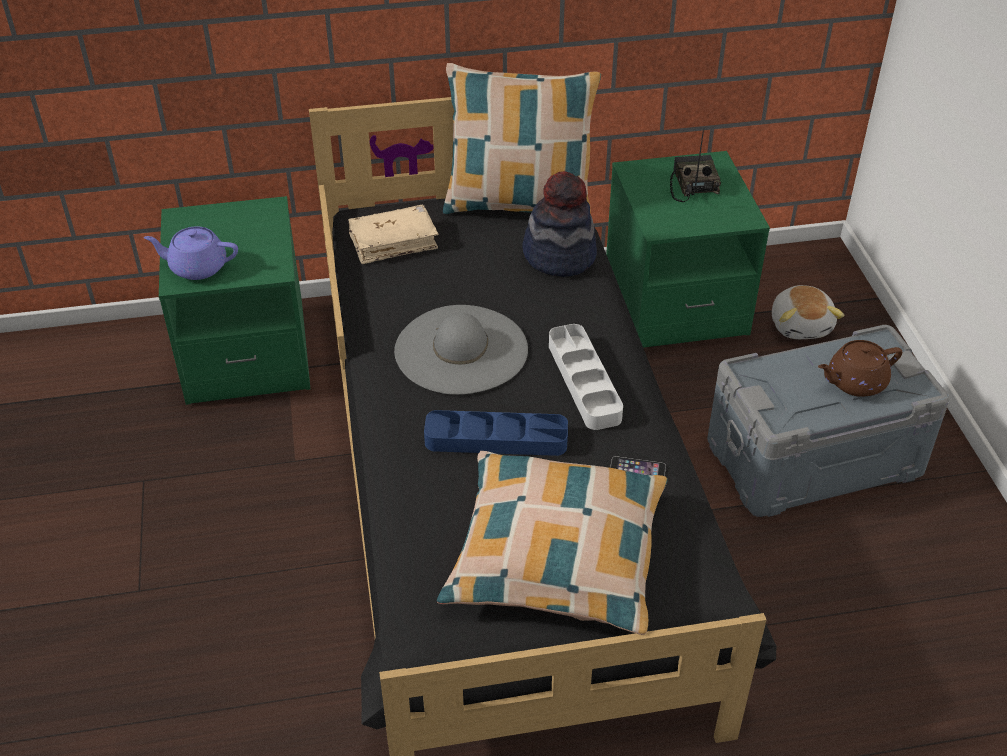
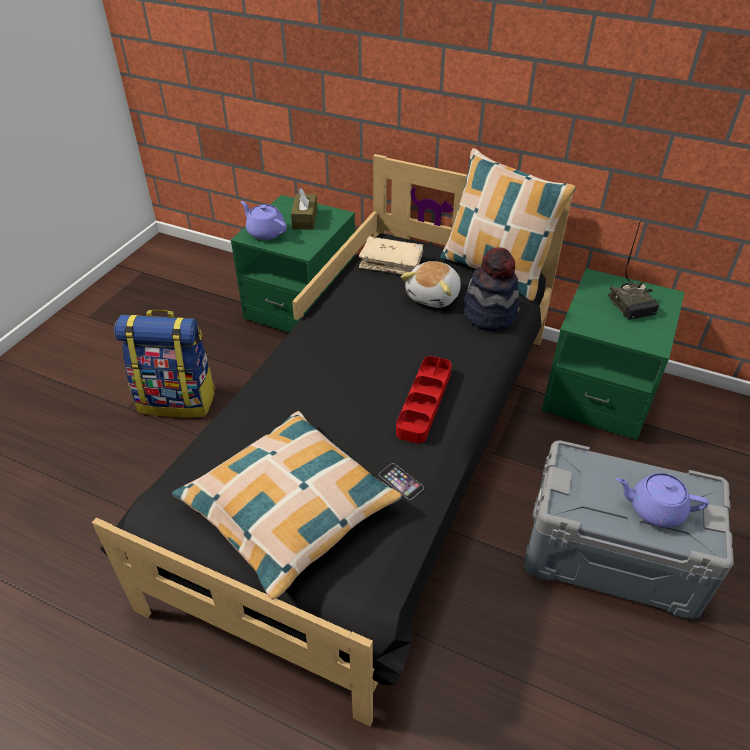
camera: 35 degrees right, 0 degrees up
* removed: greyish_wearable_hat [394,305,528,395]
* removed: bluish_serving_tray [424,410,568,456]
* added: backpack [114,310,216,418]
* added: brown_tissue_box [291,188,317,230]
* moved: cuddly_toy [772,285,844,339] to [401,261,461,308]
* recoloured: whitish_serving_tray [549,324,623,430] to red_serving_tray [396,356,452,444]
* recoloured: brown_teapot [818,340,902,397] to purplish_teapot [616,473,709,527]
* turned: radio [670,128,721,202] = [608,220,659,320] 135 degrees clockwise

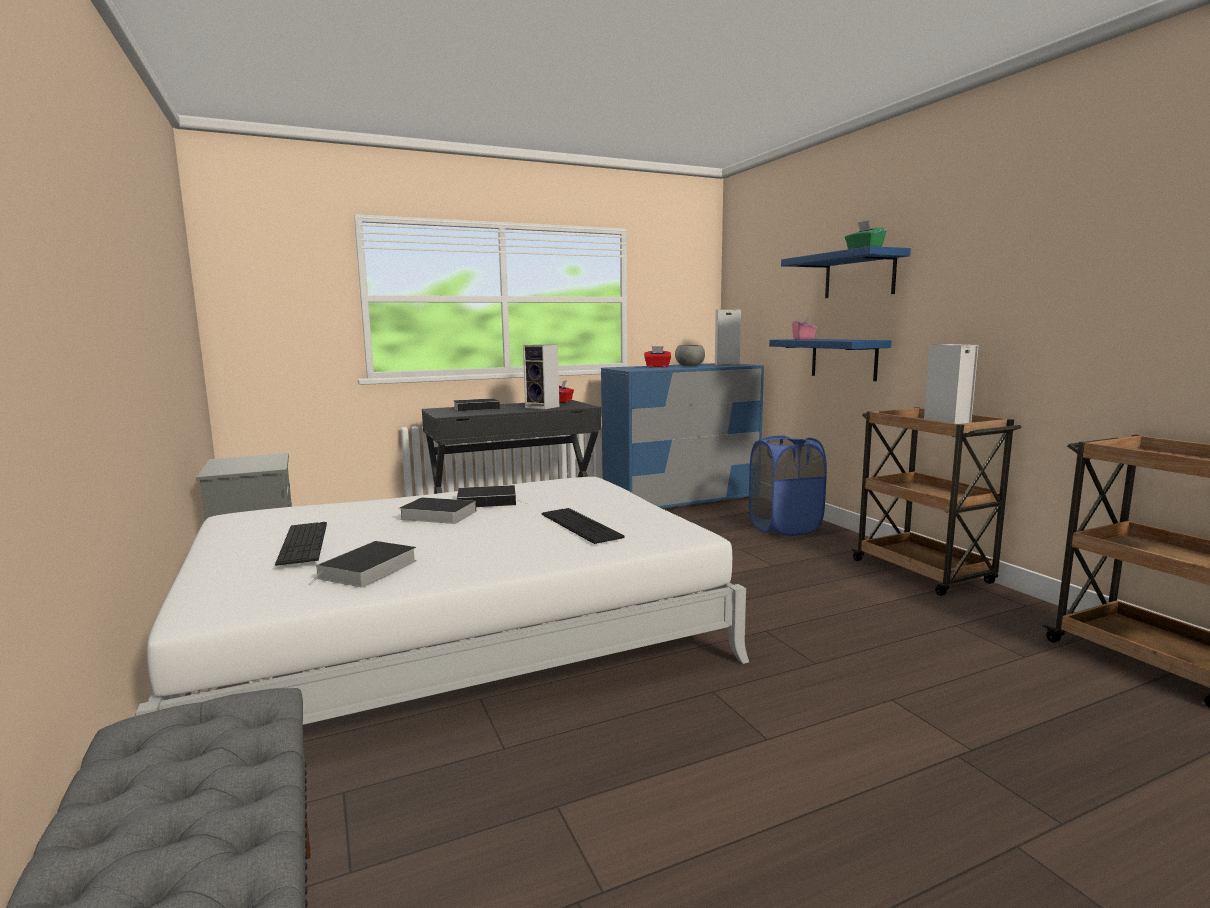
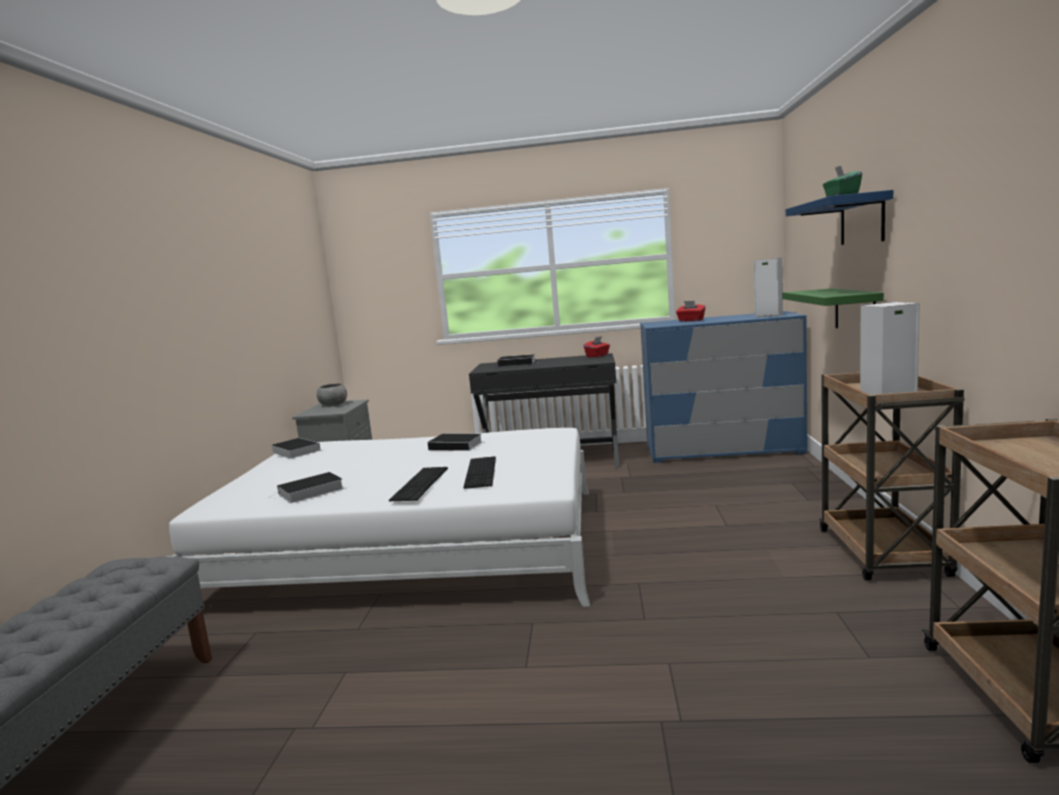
camera: 30 degrees right, 0 degrees up
* removed: loudspeaker [523,345,559,409]
* removed: bluish_hamper [749,435,827,536]
* removed: pinkish_tissue_box [792,316,817,340]
* moved: keyboard [275,522,327,566] to [389,467,448,501]
* moved: volume [399,497,476,524] to [271,438,320,459]
* moved: greyish_bowl [675,345,705,366] to [317,383,347,407]
* recoloured: bluish_shelf [769,339,891,381] to green-coloured_shelf [782,288,884,328]

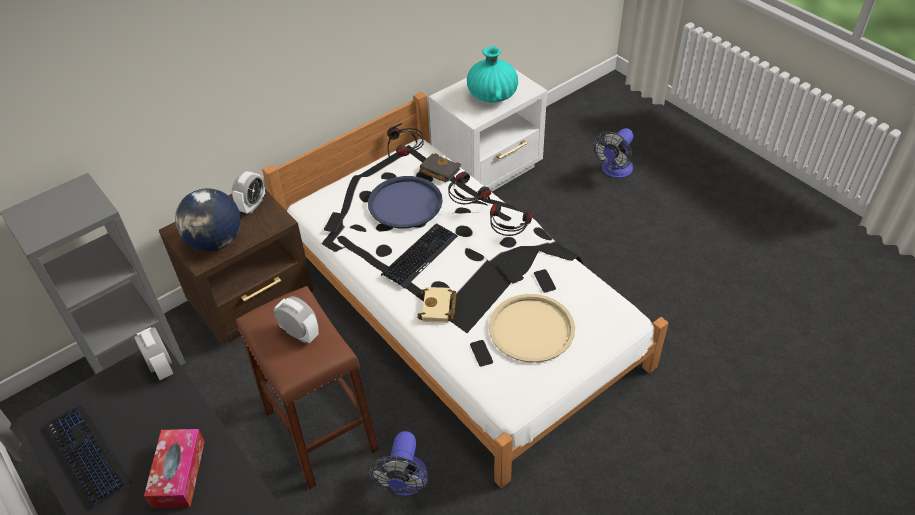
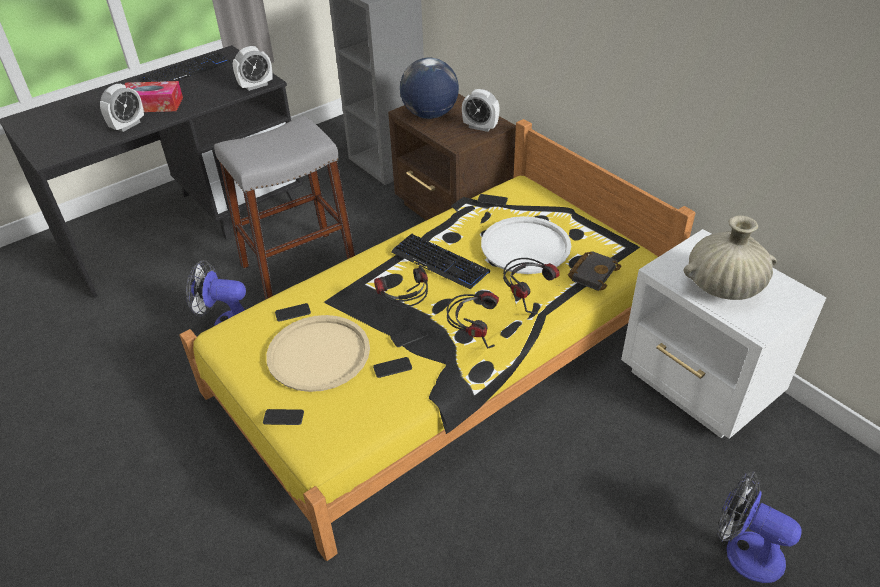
camera: 90 degrees right, 5 degrees down
* removed: beige-coloured_volume [417,287,456,323]
* added: phone [263,409,304,425]
* moved: bedside_clock [274,296,319,344] to [100,84,144,132]
* moved: headphones [387,123,424,157] to [374,265,428,307]
* recoloured: brown_stool [236,286,379,489] to greyish_stool [214,116,355,300]
* recoloured: whitish_bedroom_bed [262,92,669,488] to yellow-coloured_bedroom_bed [179,119,695,561]
* recoloured: bluish_serving_tray [368,176,443,228] to whitish_serving_tray [481,216,571,274]
* recoloured: turquoise-coloured_flower_vase [467,46,518,103] to beige-coloured_flower_vase [683,215,777,300]

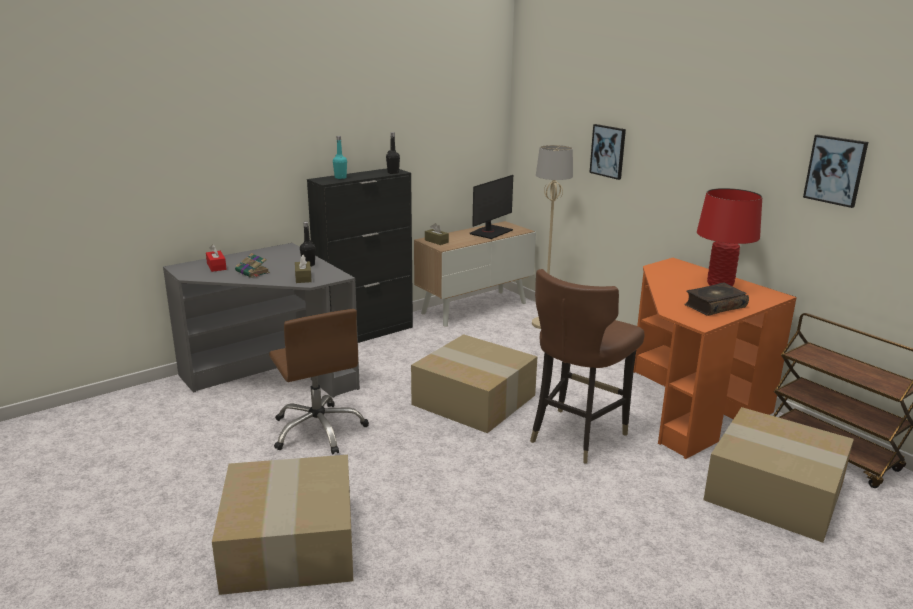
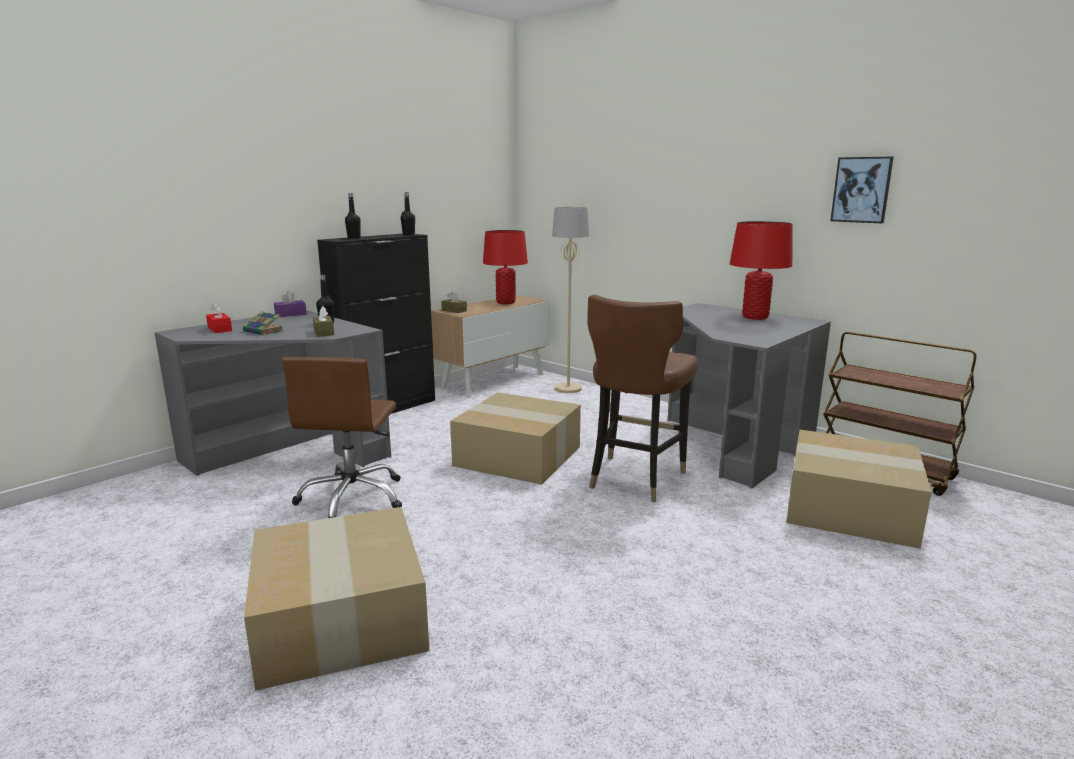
camera: 10 degrees left, 5 degrees down
* removed: picture [589,124,626,180]
* removed: volume [684,282,749,316]
* added: purplish_tissue_box [274,291,306,317]
* replaced: monitor [470,175,513,239] to red_tabletop_lamp [483,230,528,304]
* recoloured: turquoise-coloured_drink_bottle [333,136,347,179] to black_drink_bottle [345,193,361,239]
* recoloured: orangey_desk [633,258,797,459] to greyish_desk [668,303,831,488]
* turned: brown_desk_chair [269,309,369,455] = [282,357,402,518] 45 degrees clockwise

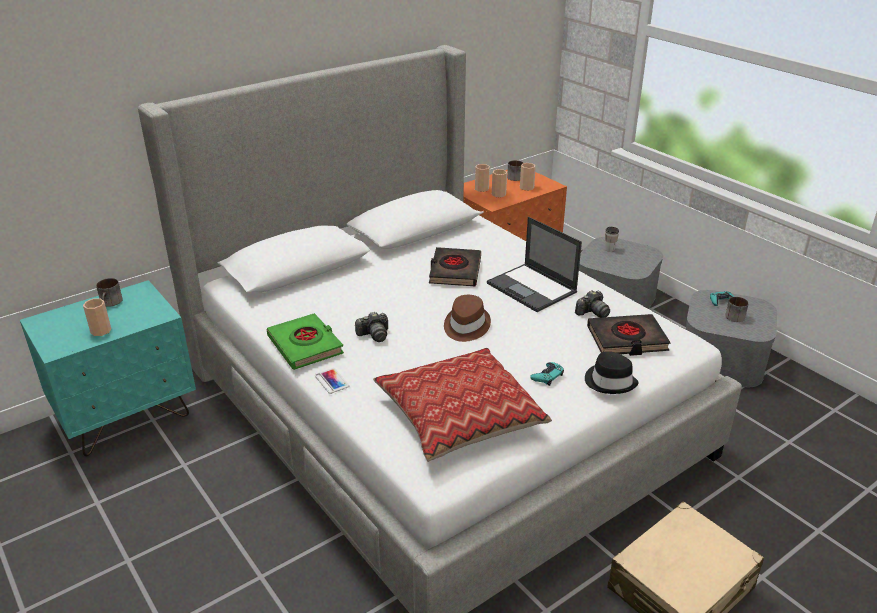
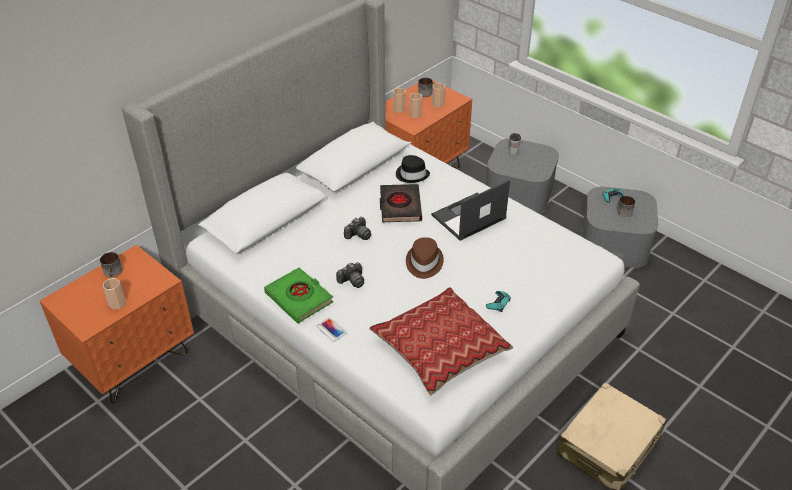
camera: 10 degrees left, 10 degrees up
* removed: black_volume [587,314,671,356]
* moved: photo_camera [575,290,610,318] to [344,217,371,240]
* moved: black_wearable_hat [585,352,639,394] to [396,155,430,183]
* recoloured: turquoise-coloured_night_table [20,280,196,456] to orangey_night_table [40,245,194,403]
* turned: laptop [487,217,582,312] = [431,180,510,241] 105 degrees clockwise

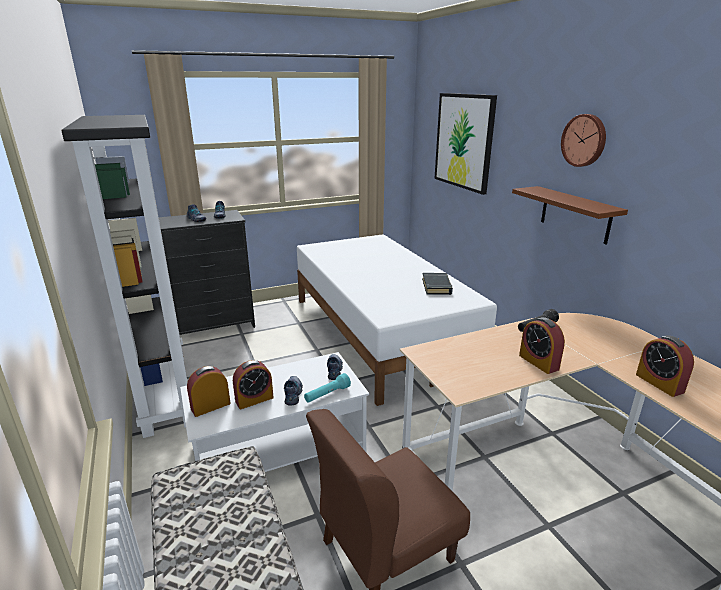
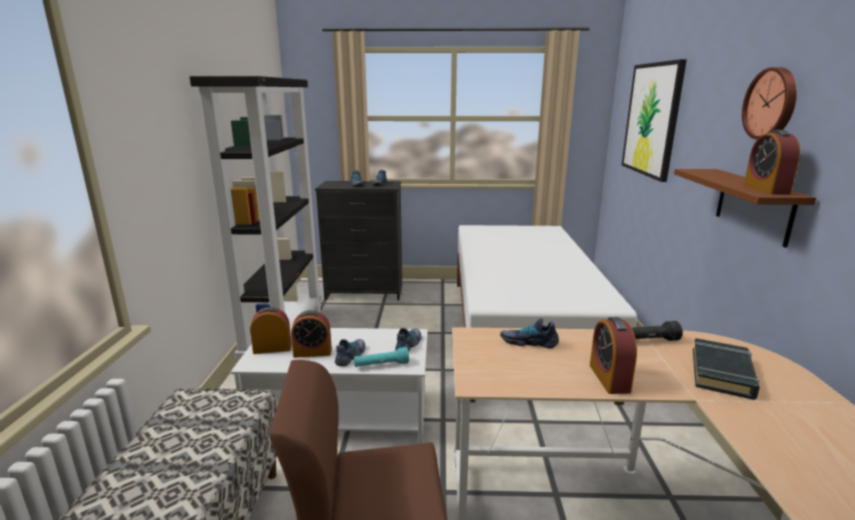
camera: 25 degrees right, 5 degrees down
* added: shoe [500,318,559,348]
* moved: black_volume [422,273,453,295] to [693,338,760,400]
* moved: bedside_clock [636,335,694,397] to [743,130,800,195]

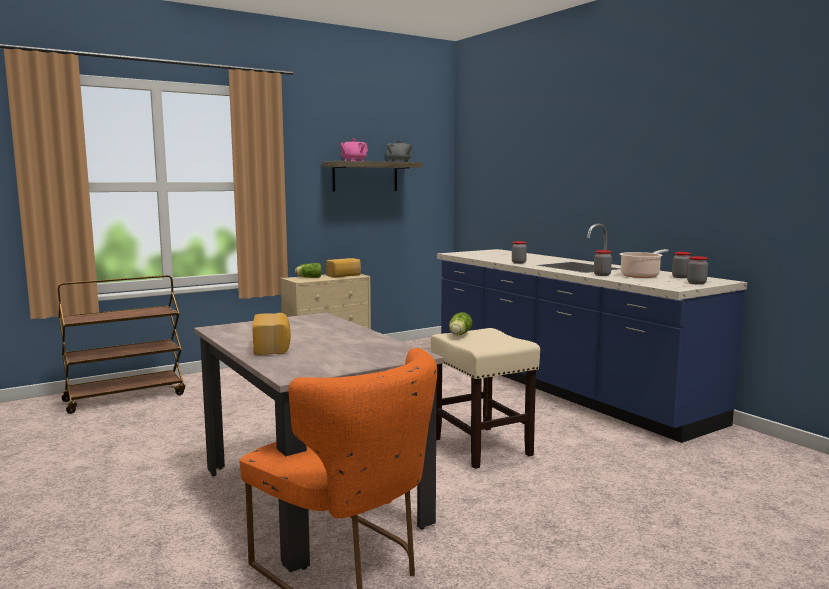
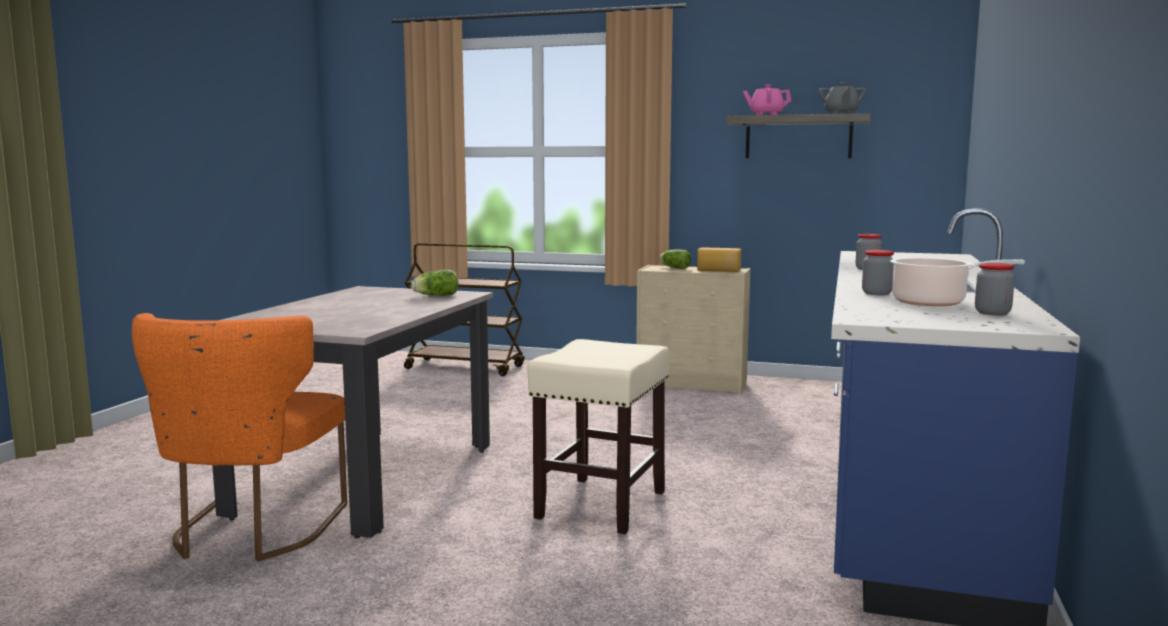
camera: 50 degrees right, 0 degrees up
* removed: bread [252,313,291,355]
* removed: jar [687,256,708,285]
* moved: lettuce_head [449,312,472,335] to [411,270,458,295]

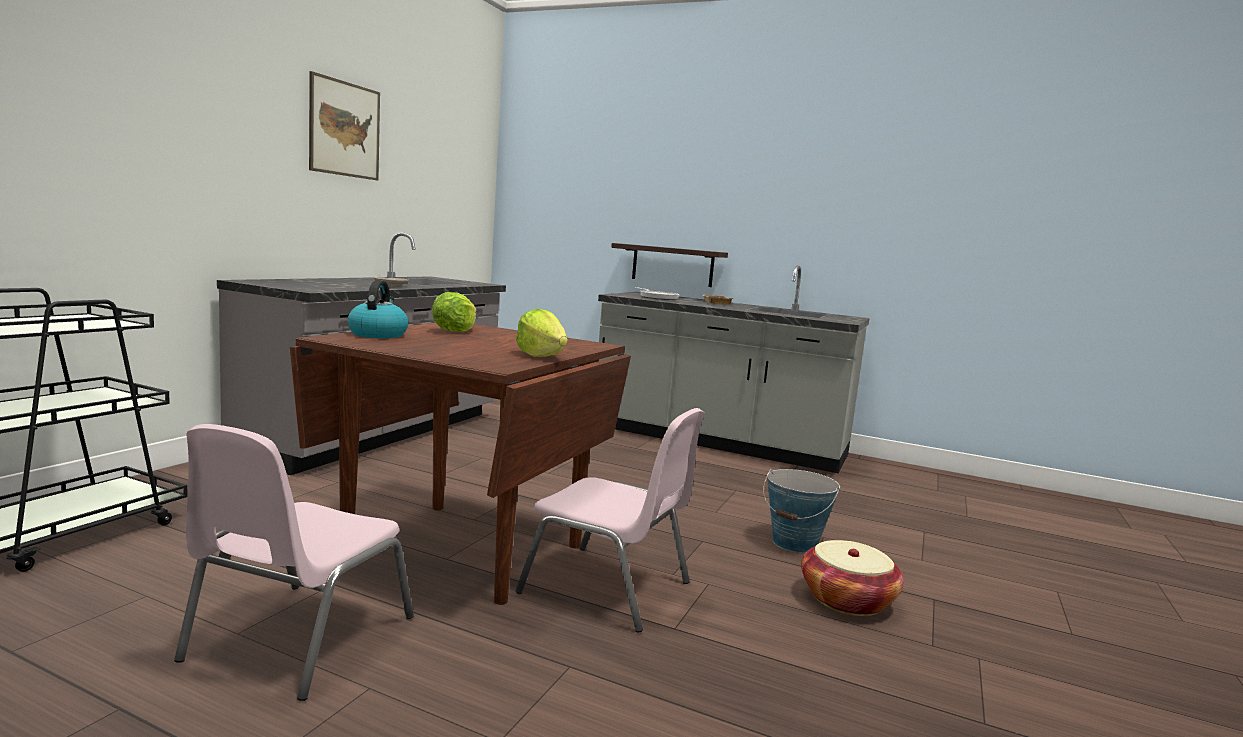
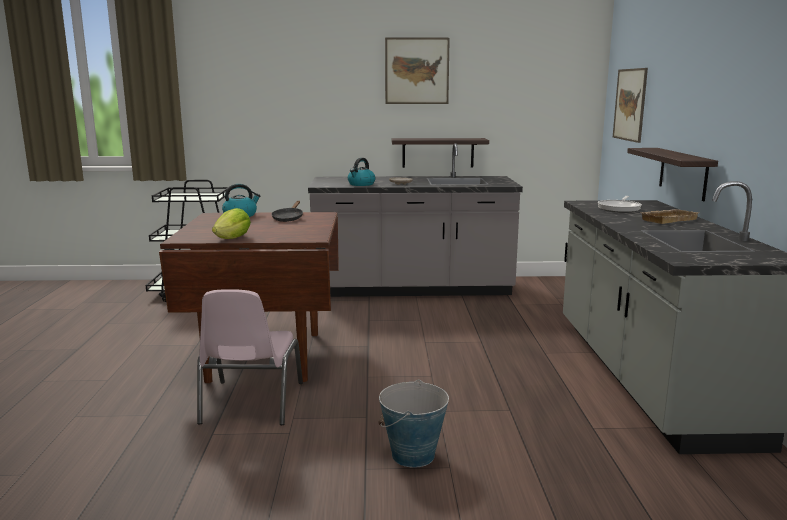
camera: 65 degrees right, 5 degrees up
* removed: pinkish_chair [174,424,414,701]
* removed: storage_basket [801,540,904,616]
* added: tea_kettle [348,158,375,186]
* added: shelf [392,138,489,168]
* added: picture [613,68,648,143]
* replaced: lettuce_head [432,292,477,332] to black_frying_pan [271,201,303,222]

